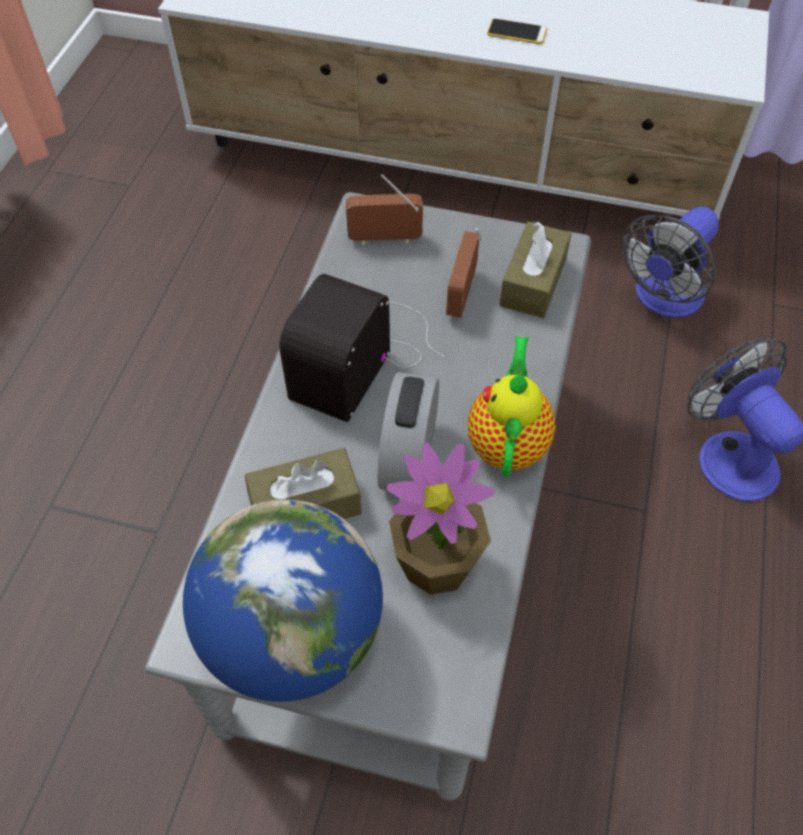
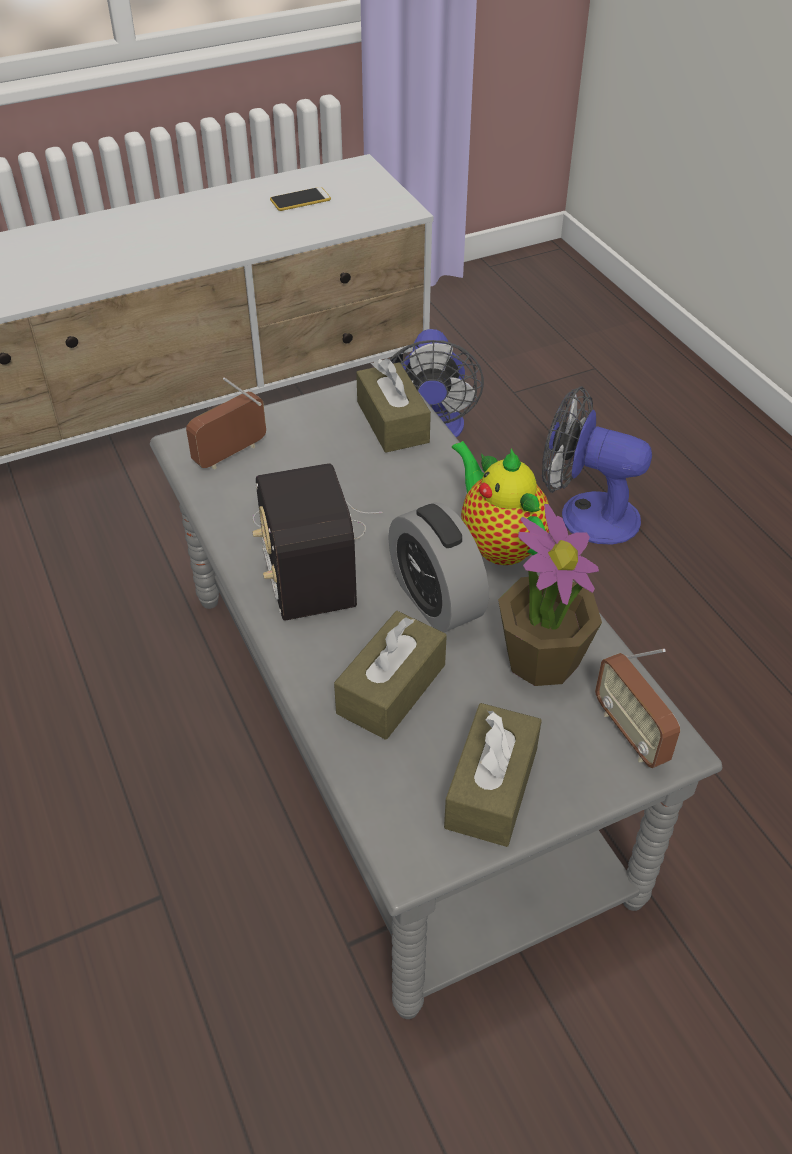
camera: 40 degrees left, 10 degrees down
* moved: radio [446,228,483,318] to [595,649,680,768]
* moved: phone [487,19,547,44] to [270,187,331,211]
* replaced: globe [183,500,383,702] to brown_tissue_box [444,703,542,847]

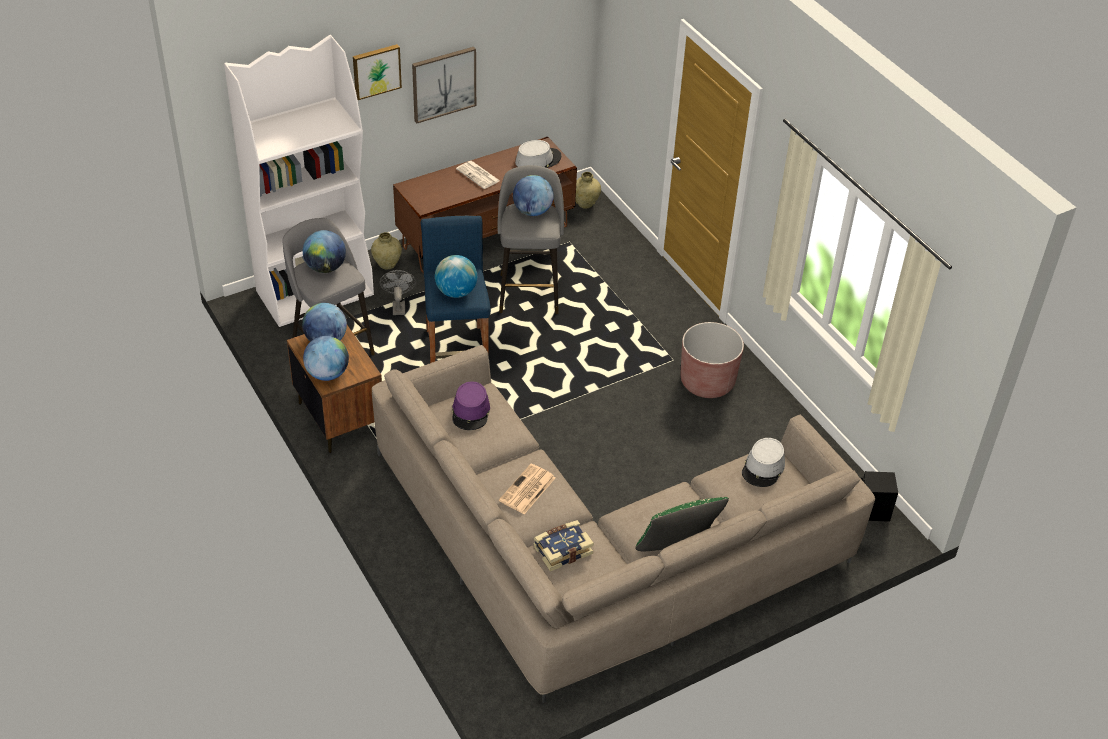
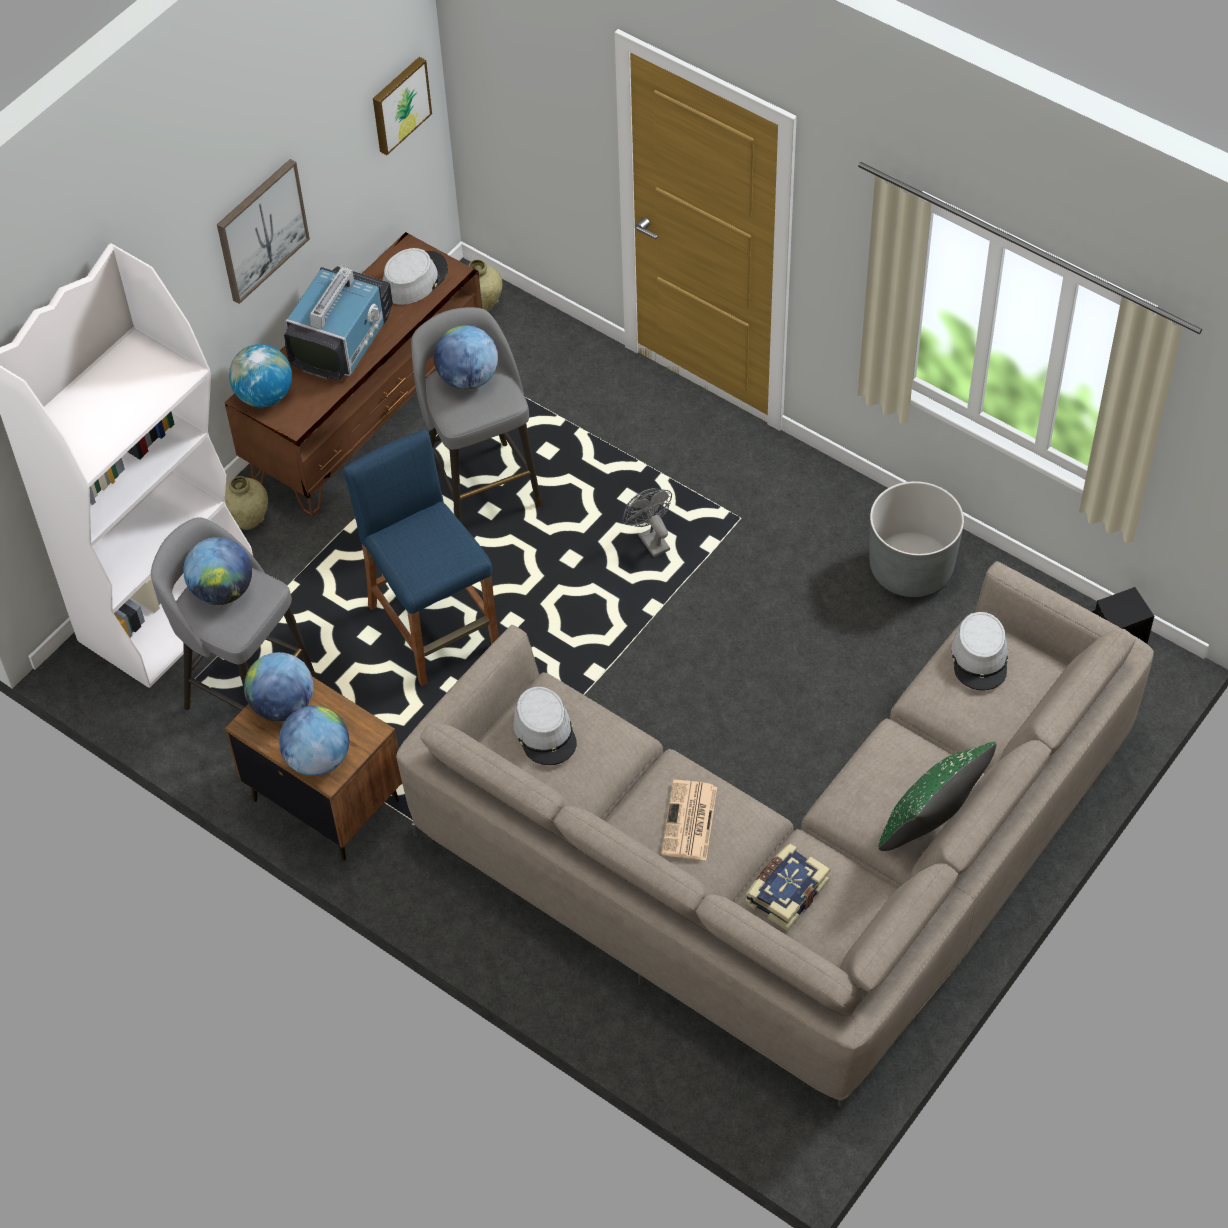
camera: 20 degrees left, 10 degrees up
* removed: brown_flower_pot [681,322,744,398]
* added: greyish_flower_pot [870,481,964,597]
* moved: picture [353,44,402,100] to [373,57,432,155]
* moved: greyish_cooling_fan [380,270,416,315] to [622,488,672,557]
* moved: globe [435,255,477,298] to [229,344,292,407]
* replaced: printed_paper [456,161,500,189] to television [284,265,393,380]
* recoloured: purplish_wearable_hat [452,382,490,430] to greyish_wearable_hat [513,687,577,765]

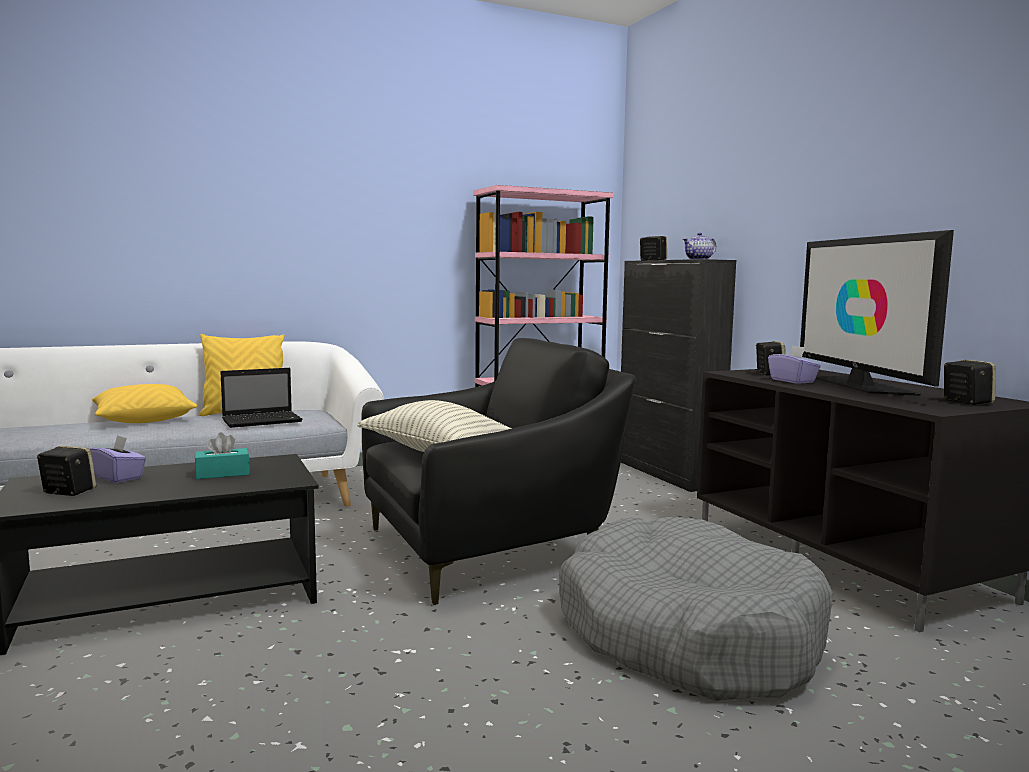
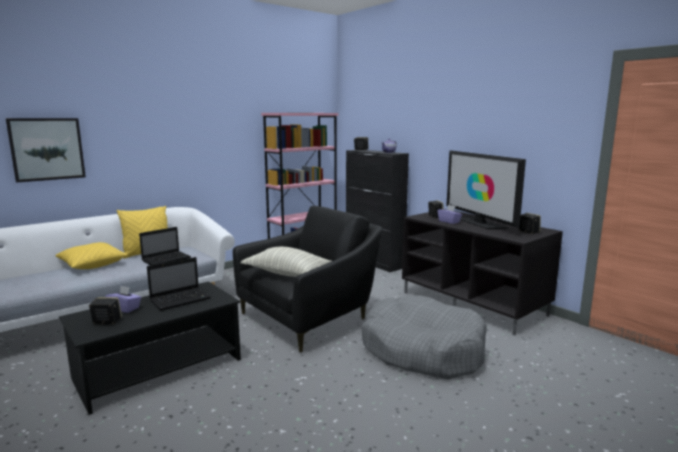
camera: 15 degrees left, 5 degrees up
* added: picture [6,118,86,183]
* replaced: turquoise-coloured_tissue_box [195,433,250,479] to laptop [147,257,211,311]

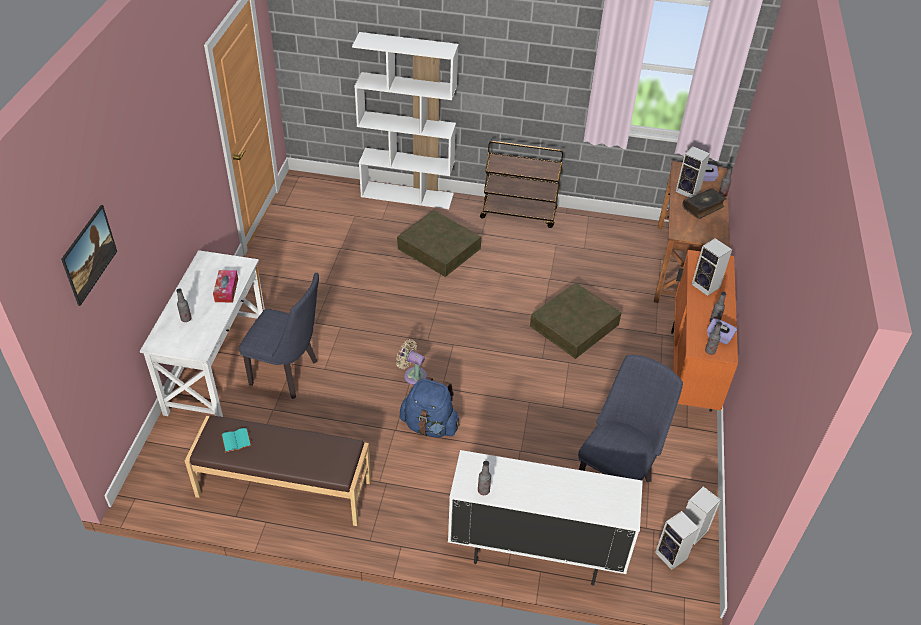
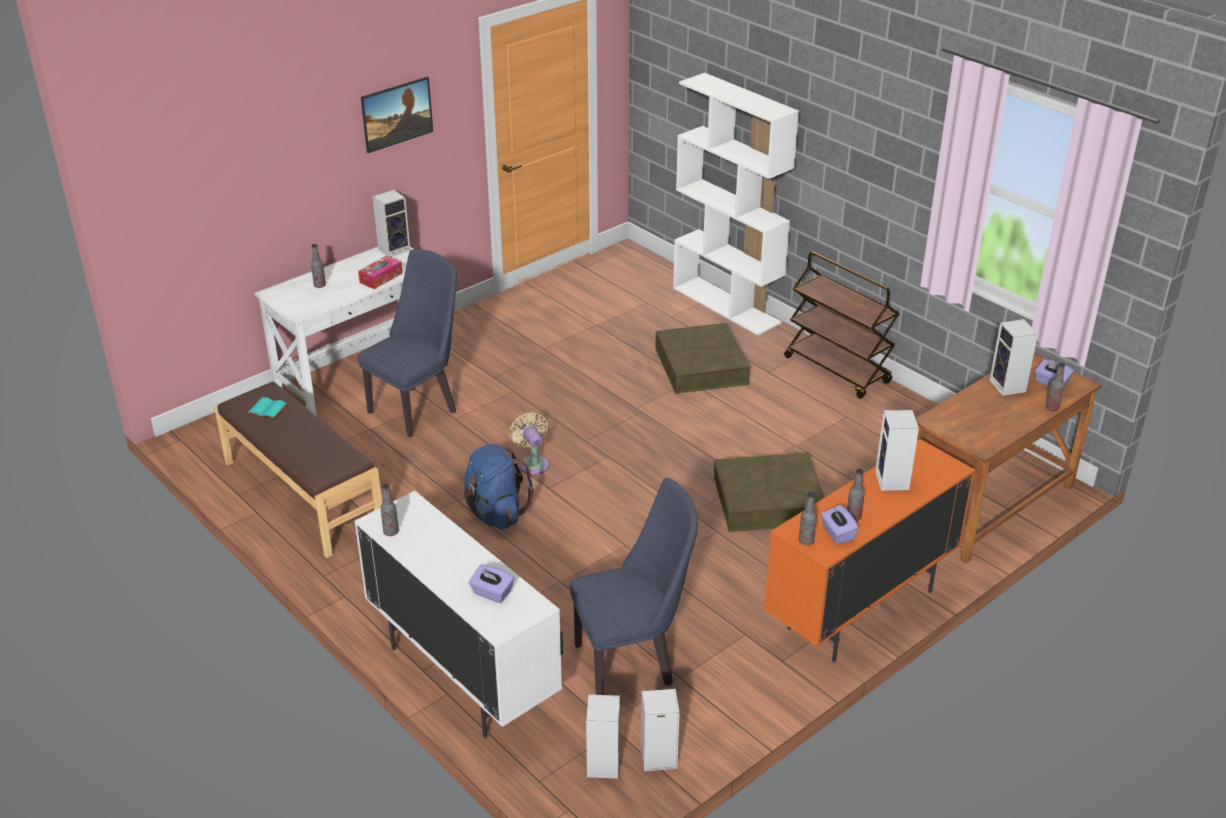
camera: 40 degrees right, 10 degrees down
* removed: volume [682,188,727,219]
* added: loudspeaker [372,190,410,257]
* added: purplish_tissue_box [469,564,514,603]
* moved: picture [61,205,117,306] to [361,77,433,153]
* turned: bluish_chair [239,273,319,399] = [358,249,457,437] 105 degrees counterclockwise

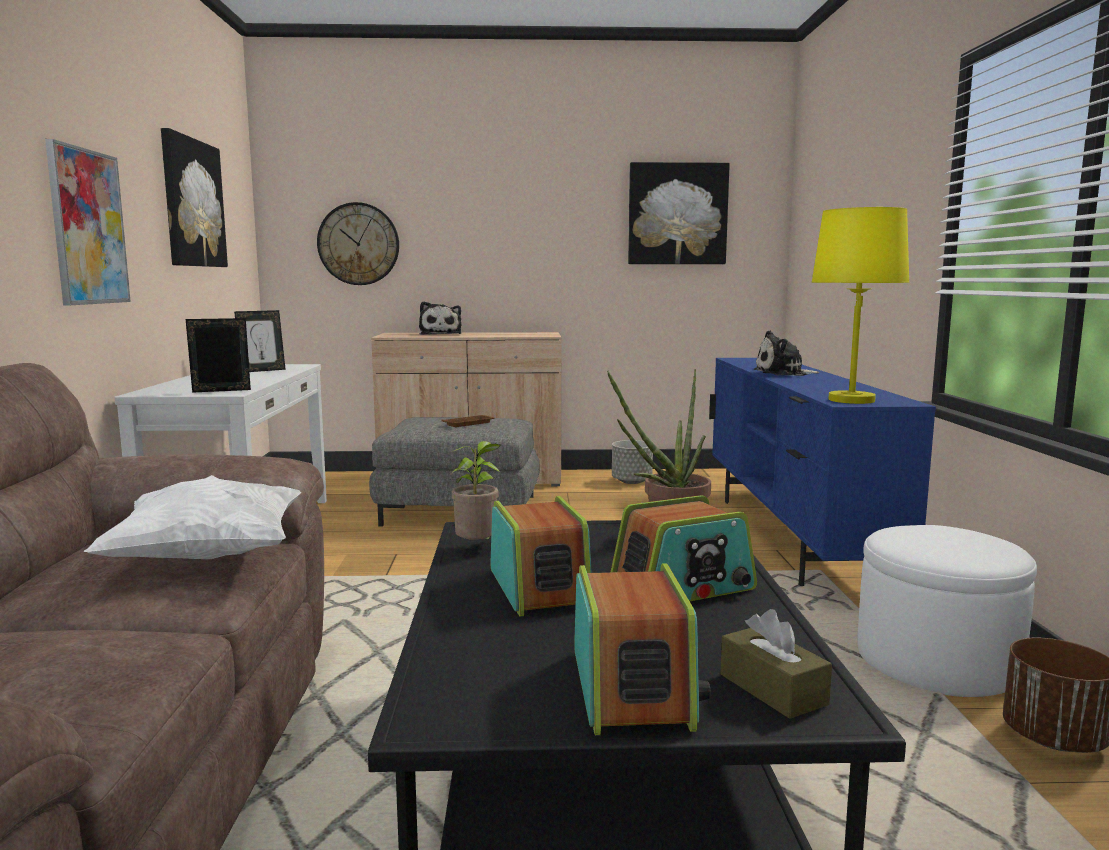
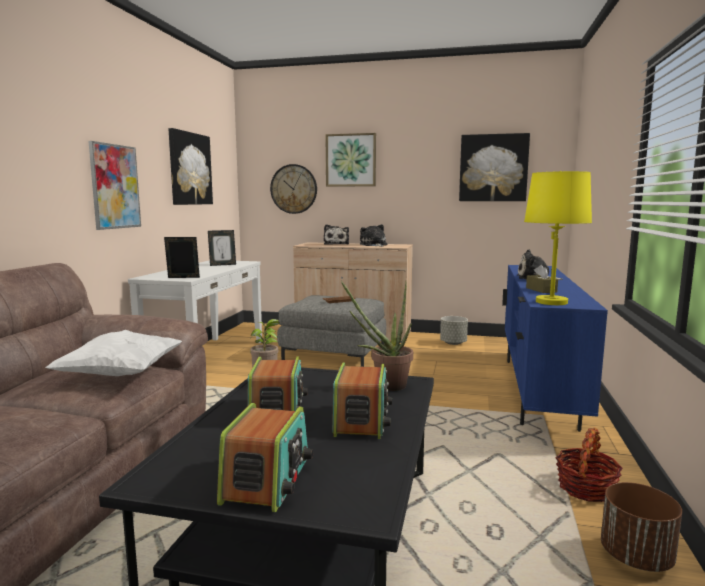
camera: 15 degrees right, 0 degrees up
* added: picture [326,133,376,187]
* added: cuddly_toy [360,224,387,247]
* moved: brown_tissue_box [720,609,832,719] to [526,265,558,293]
* replaced: whitish_pouffe [857,525,1037,697] to storage_basket [556,428,623,502]
* turned: radio [610,495,757,601] = [332,362,392,439] 75 degrees counterclockwise

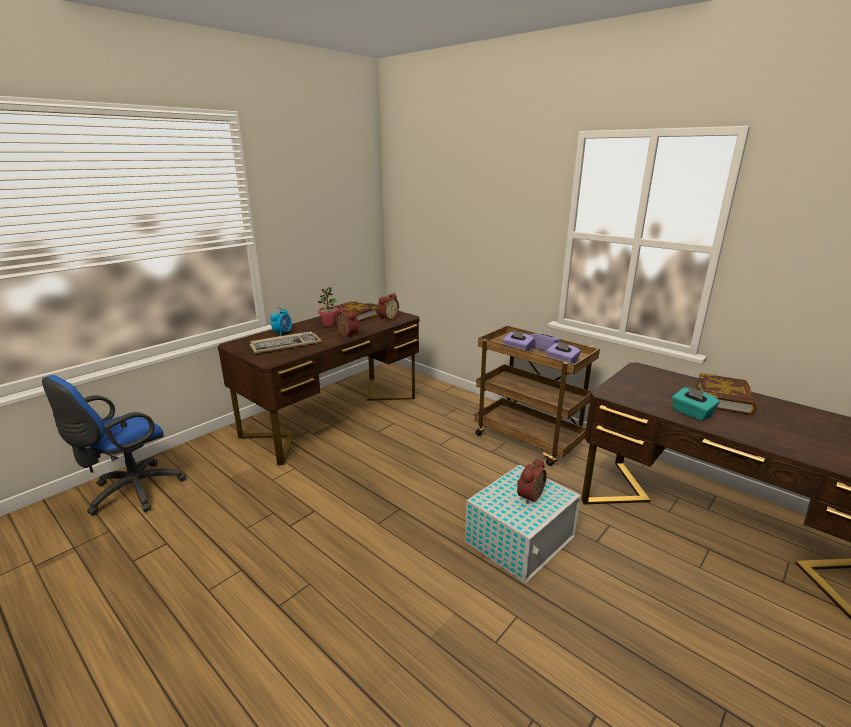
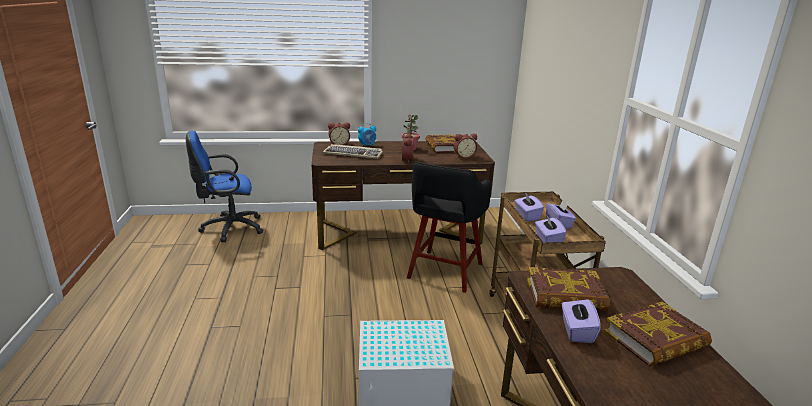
camera: 40 degrees right, 0 degrees up
* added: black_stool [407,161,491,293]
* added: volume [527,267,610,311]
* moved: bedside_clock [517,458,547,504] to [328,122,350,145]
* recoloured: turquoise-coloured_tissue_box [672,386,720,421] to purplish_tissue_box [562,299,601,343]

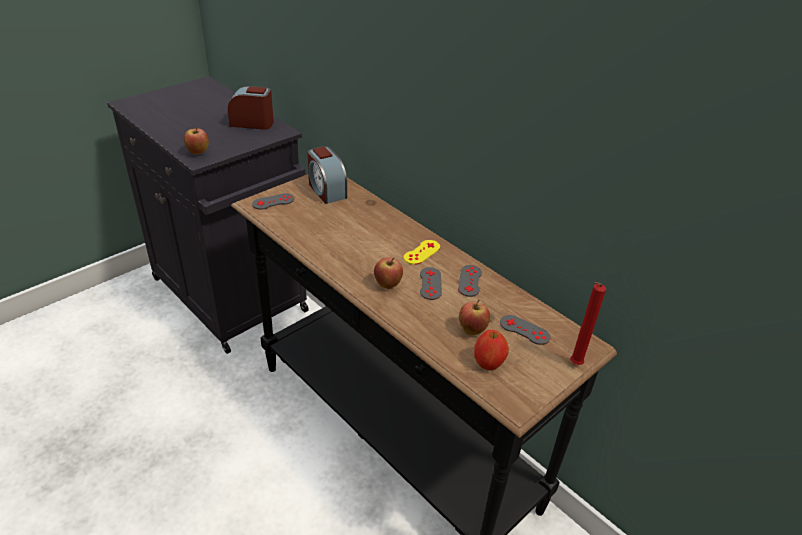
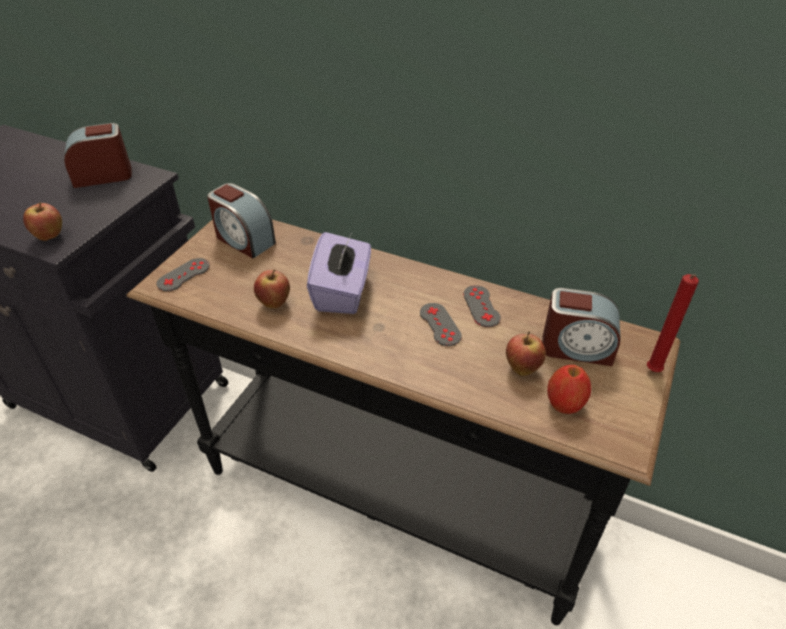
camera: 20 degrees left, 5 degrees up
* removed: yellow-coloured_joypad [404,240,440,265]
* added: purplish_tissue_box [307,232,371,314]
* moved: apple_fruit [374,257,403,289] to [254,269,290,308]
* replaced: greyish_joypad [500,315,551,345] to bedside_clock [542,288,621,366]

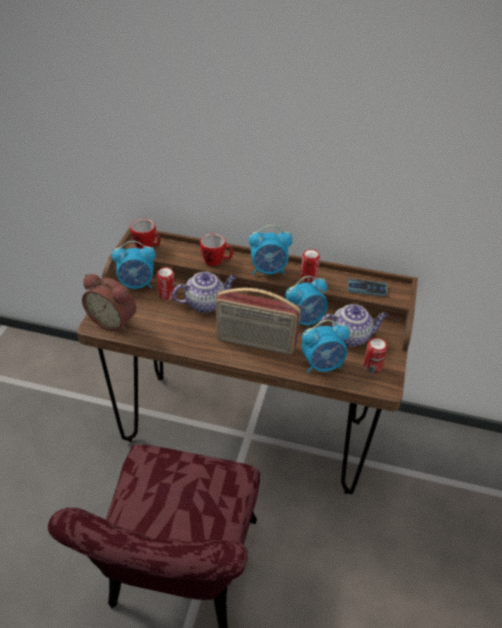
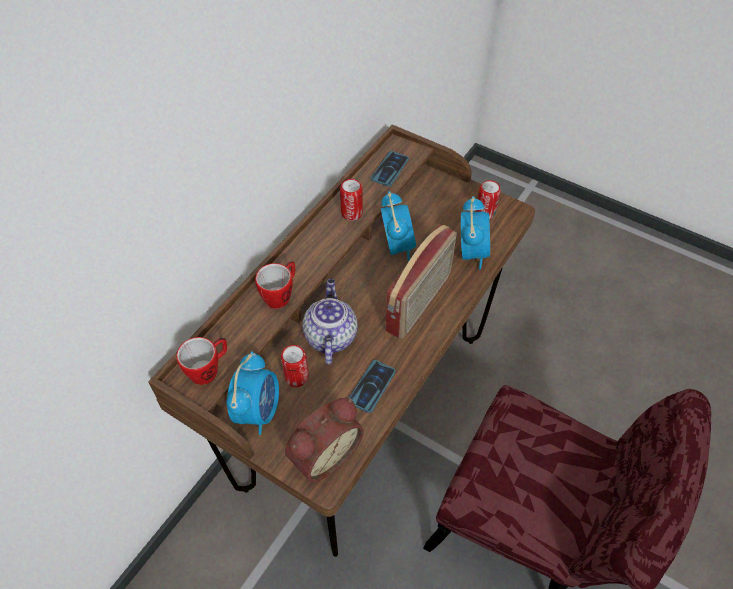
camera: 70 degrees left, 10 degrees up
* removed: bedside_clock [249,225,293,275]
* removed: teapot [319,304,388,347]
* added: phone [349,360,395,413]

